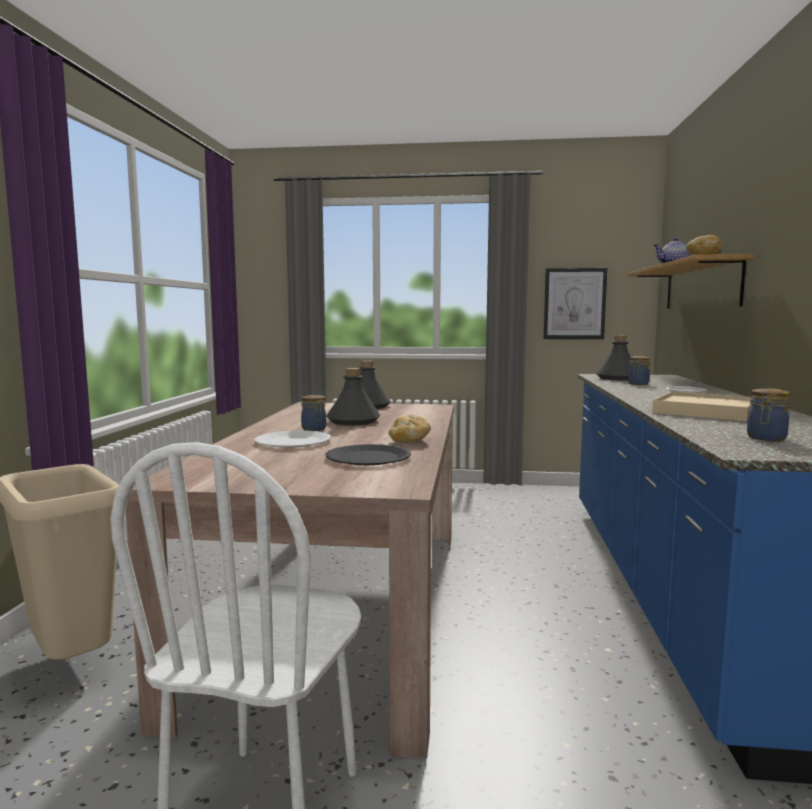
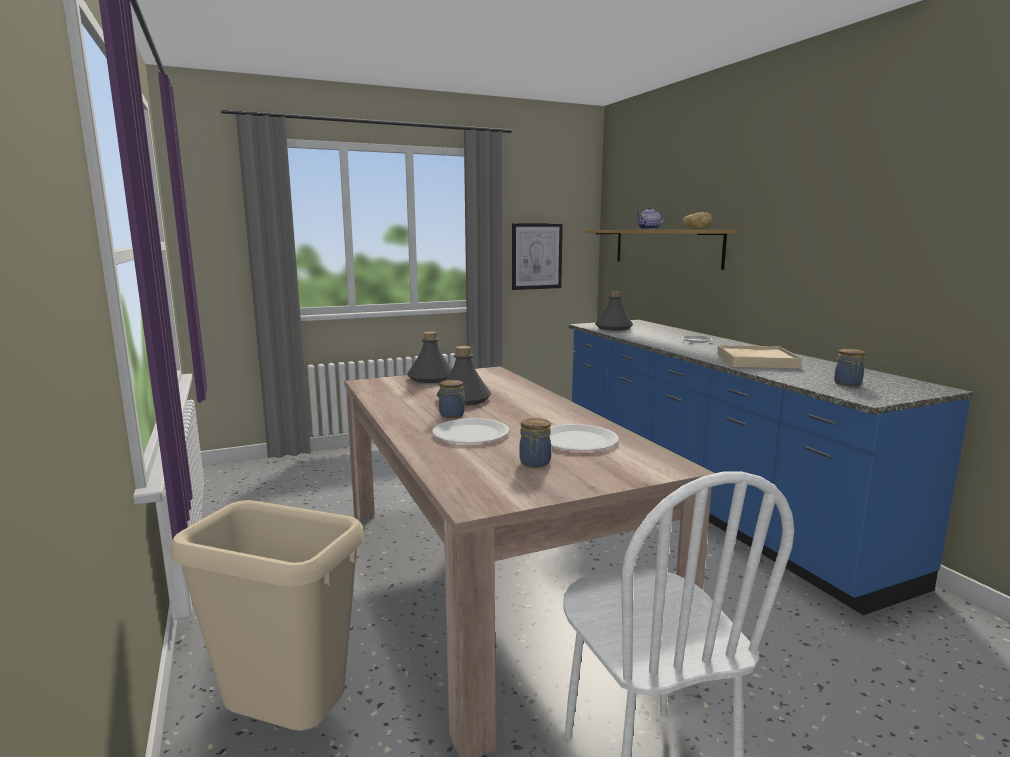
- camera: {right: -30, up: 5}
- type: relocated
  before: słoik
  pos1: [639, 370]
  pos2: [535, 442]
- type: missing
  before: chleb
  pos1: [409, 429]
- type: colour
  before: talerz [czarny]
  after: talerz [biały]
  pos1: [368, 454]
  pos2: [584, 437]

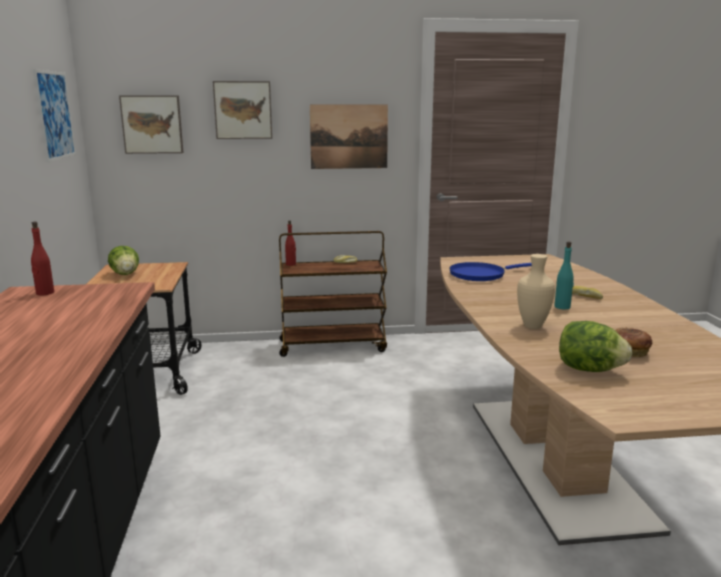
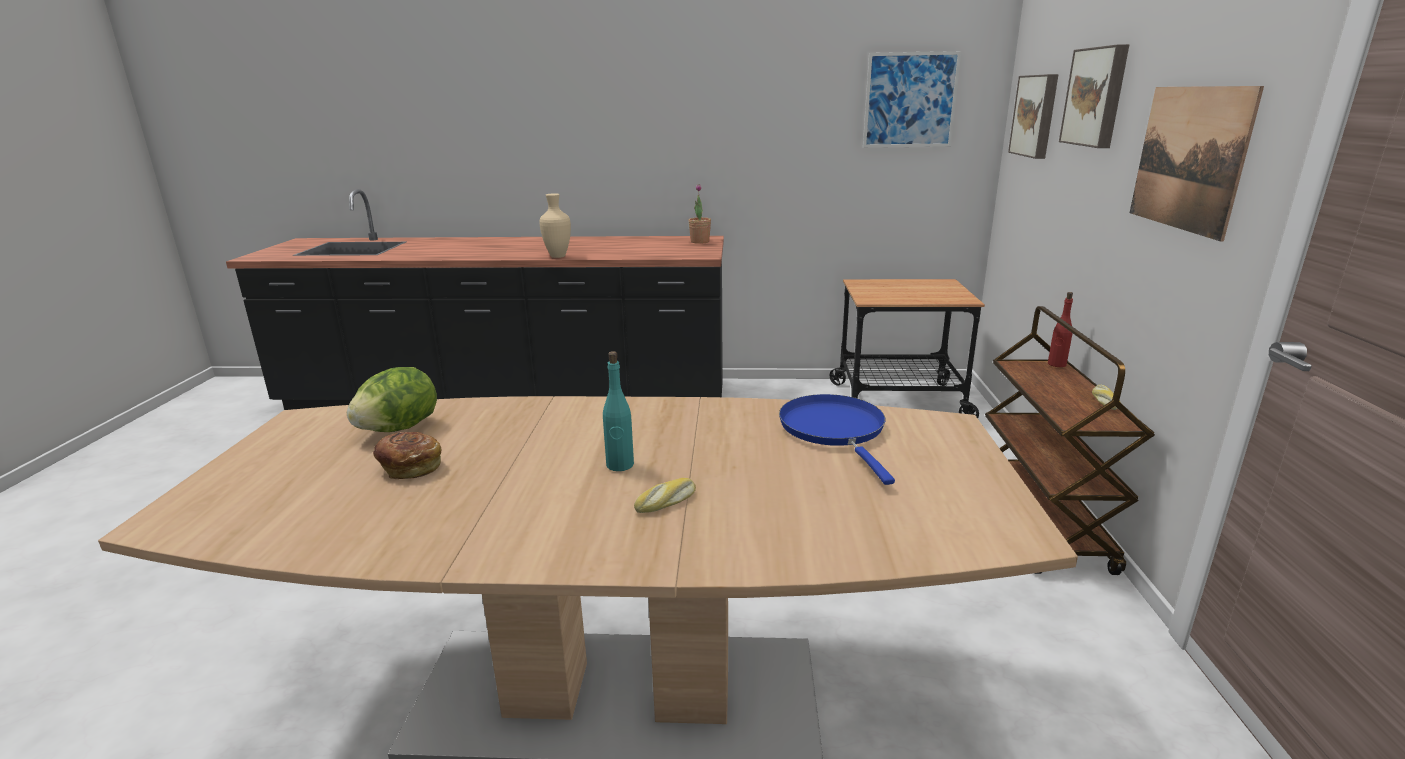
- camera: {right: 100, up: 5}
- type: exchanged
  before: butelka [czerwony]
  after: roślina doniczkowa
  pos1: [42, 259]
  pos2: [700, 214]
- type: missing
  before: sałata
  pos1: [123, 260]
- type: relocated
  before: wazon [beżowy]
  pos1: [536, 291]
  pos2: [555, 225]

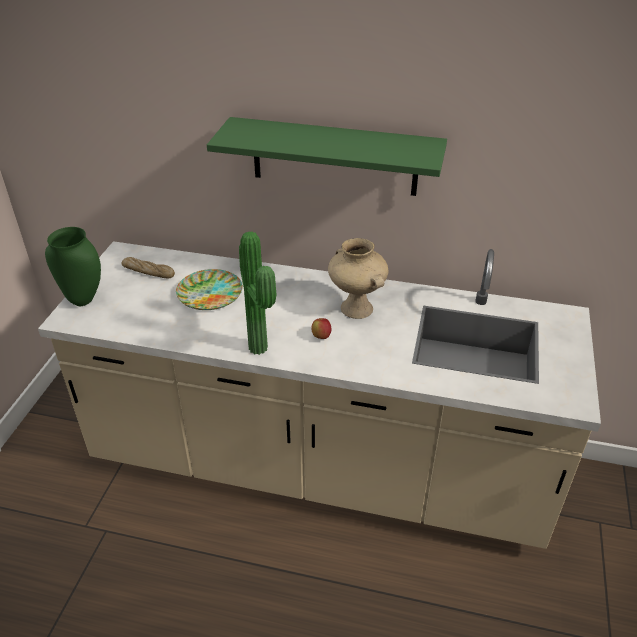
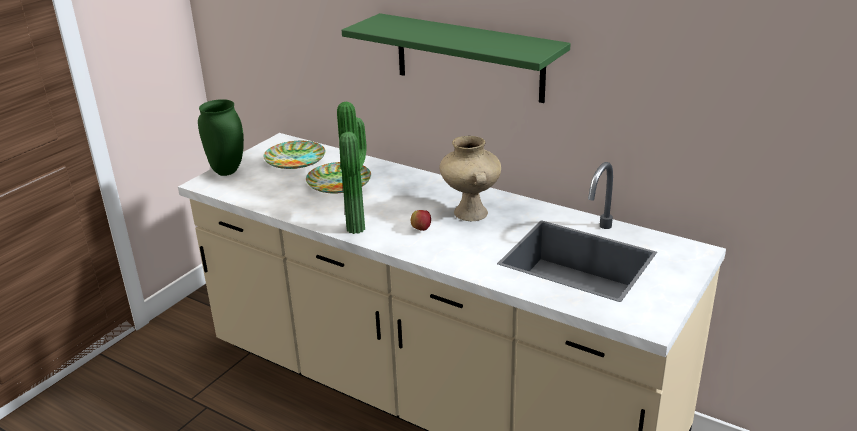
- camera: {right: 20, up: -10}
- type: exchanged
  before: chleb
  after: talerz
  pos1: [148, 267]
  pos2: [294, 155]

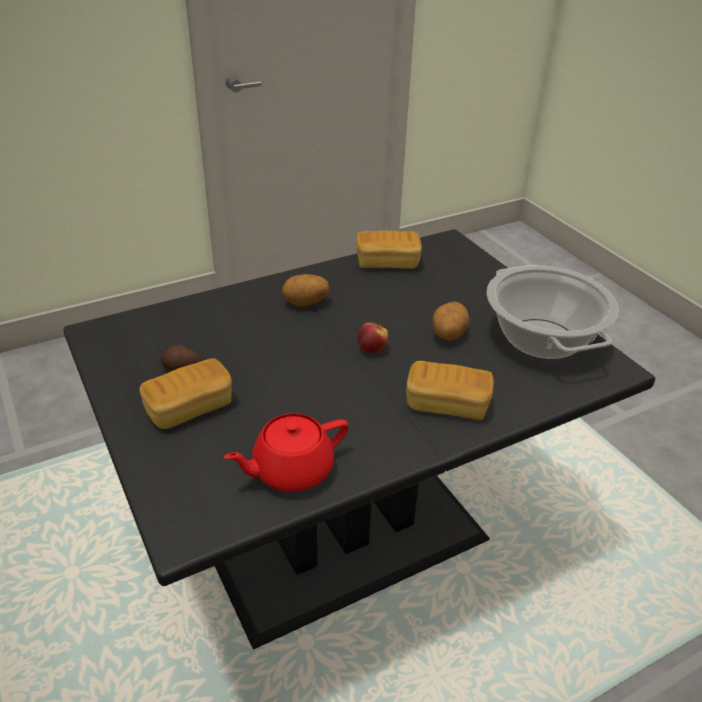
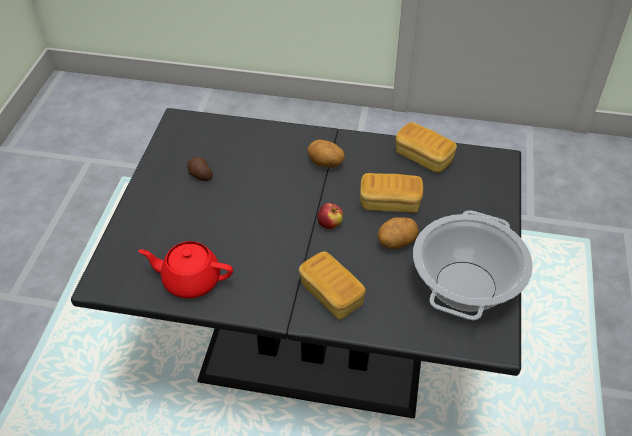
- camera: {right: 40, up: 10}
- type: relocated
  before: chleb
  pos1: [186, 393]
  pos2: [391, 193]

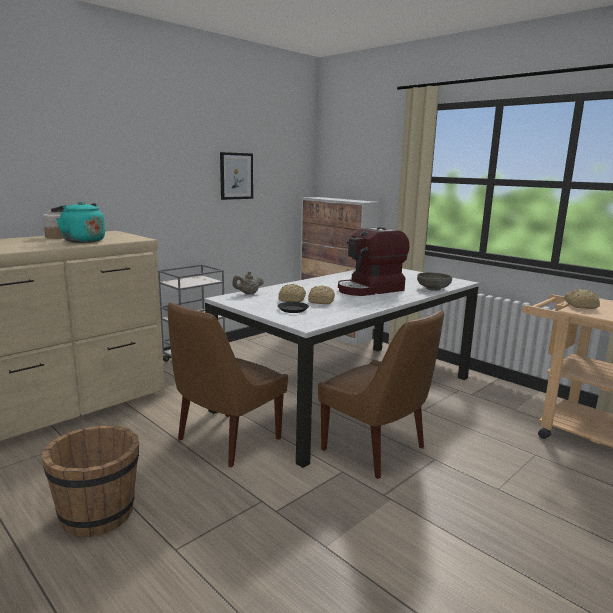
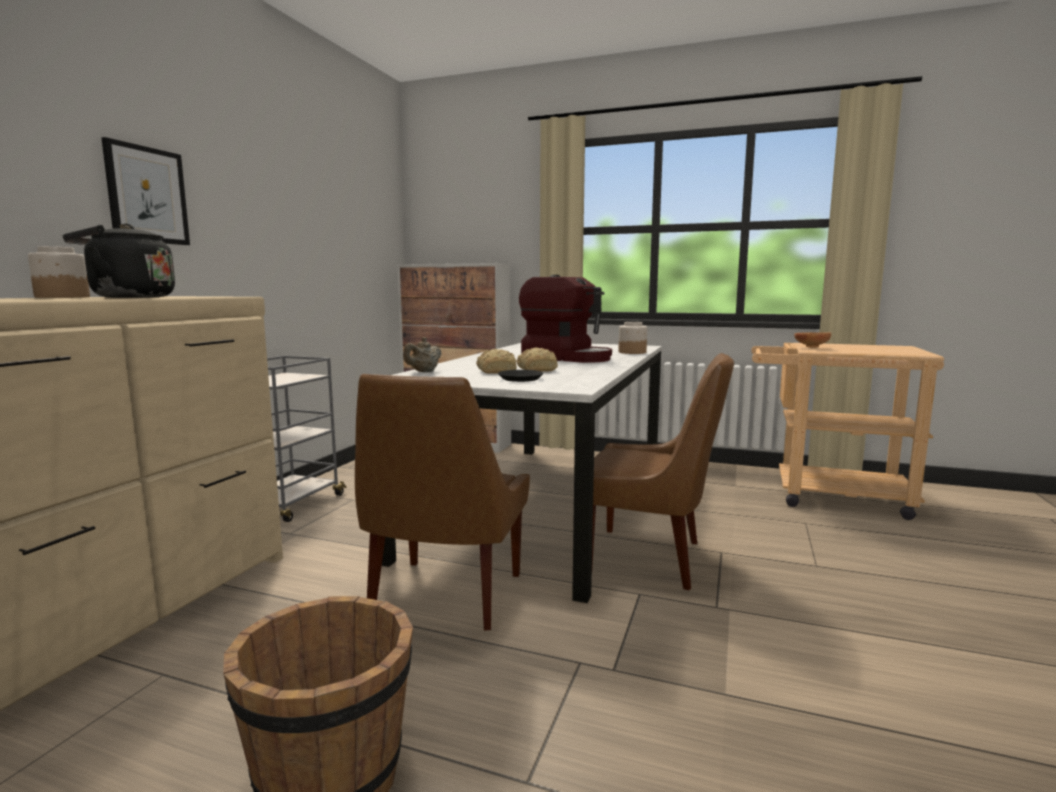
- camera: {right: -25, up: -5}
- type: relocated
  before: obraz
  pos1: [236, 176]
  pos2: [145, 191]
- type: colour
  before: czajnik [turkusowy]
  after: czajnik [czarny]
  pos1: [78, 222]
  pos2: [118, 261]
- type: spun
  before: ekspres do kawy
  pos1: [374, 261]
  pos2: [565, 319]
  turn: -90
- type: exchanged
  before: miska [szary]
  after: słoik
  pos1: [434, 281]
  pos2: [633, 338]
- type: exchanged
  before: chleb
  after: miska [brązowy]
  pos1: [582, 299]
  pos2: [812, 340]

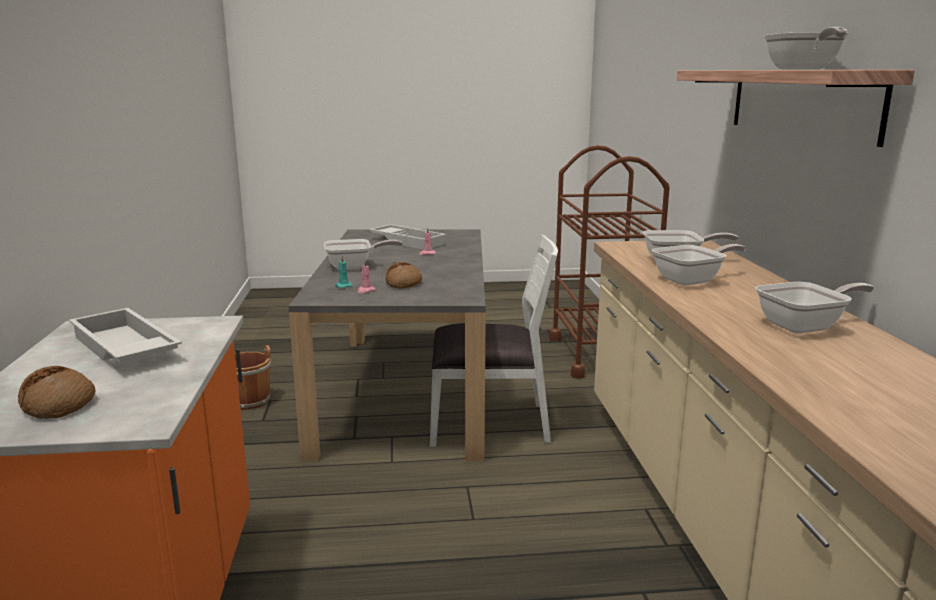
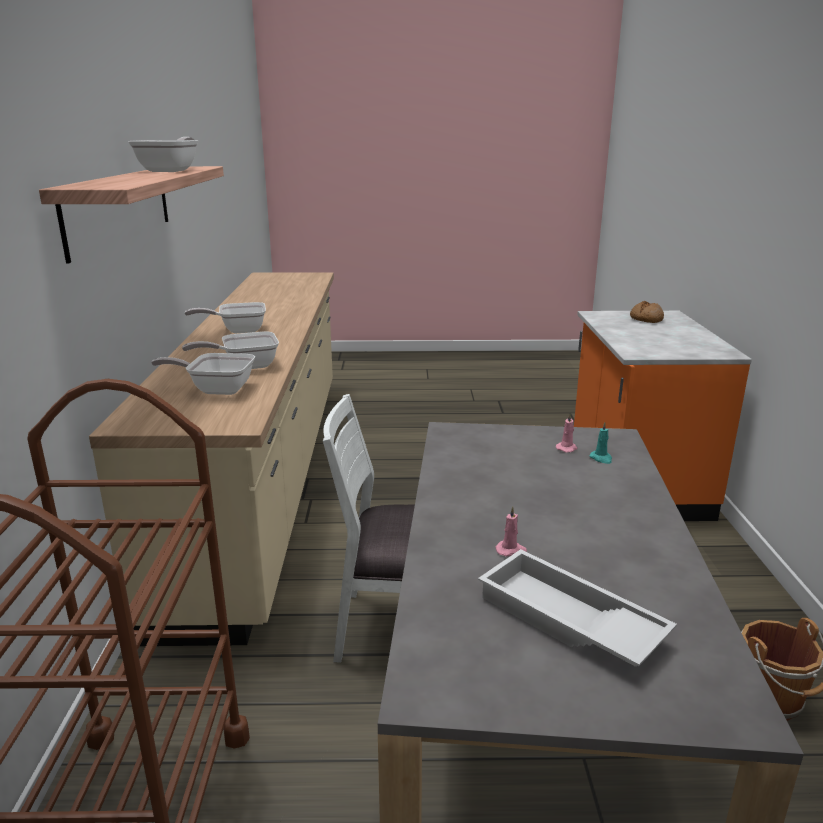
- camera: {right: -175, up: 5}
- type: missing
  before: patelnia
  pos1: [363, 254]
- type: missing
  before: chleb
  pos1: [403, 275]
- type: missing
  before: taca [biały]
  pos1: [125, 335]

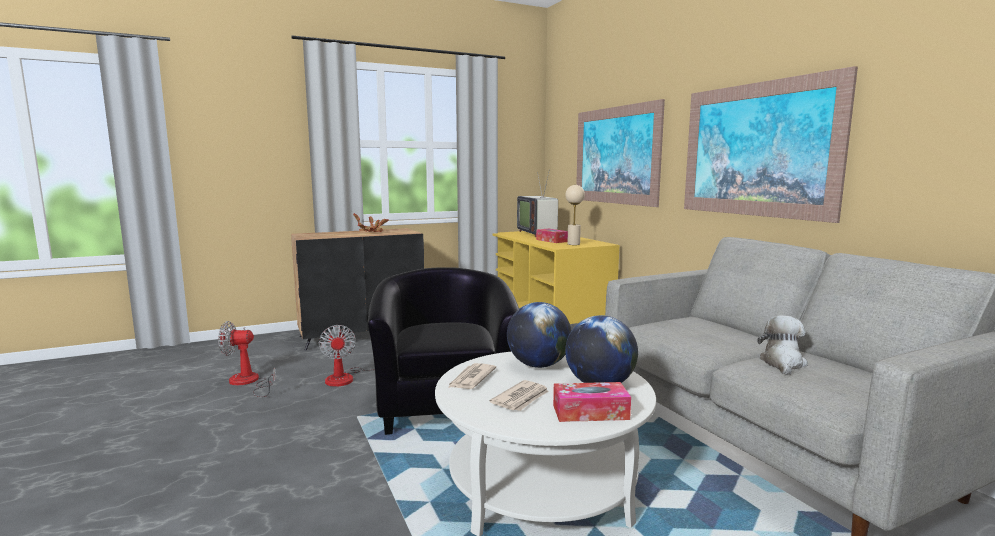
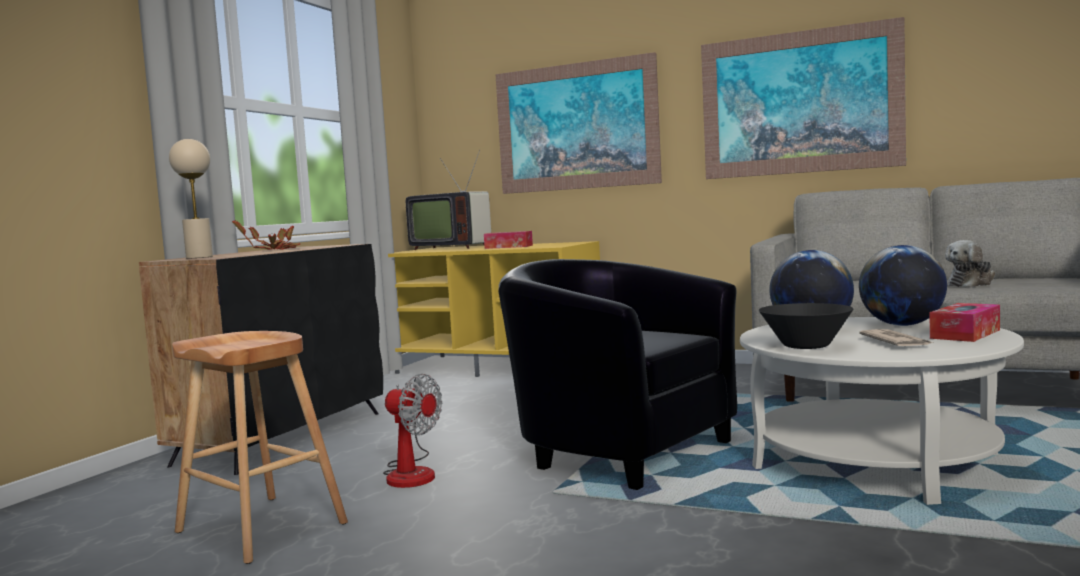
- camera: {right: -40, up: -5}
- type: relocated
  before: lampa stołowa [beżowy]
  pos1: [575, 215]
  pos2: [191, 199]
- type: spun
  before: pluszak
  pos1: [782, 345]
  pos2: [970, 263]
  turn: -105
- type: exchanged
  before: wentylator
  after: stołek [brązowy]
  pos1: [247, 359]
  pos2: [260, 447]
- type: exchanged
  before: gazeta
  after: miska [czarny]
  pos1: [472, 376]
  pos2: [806, 326]

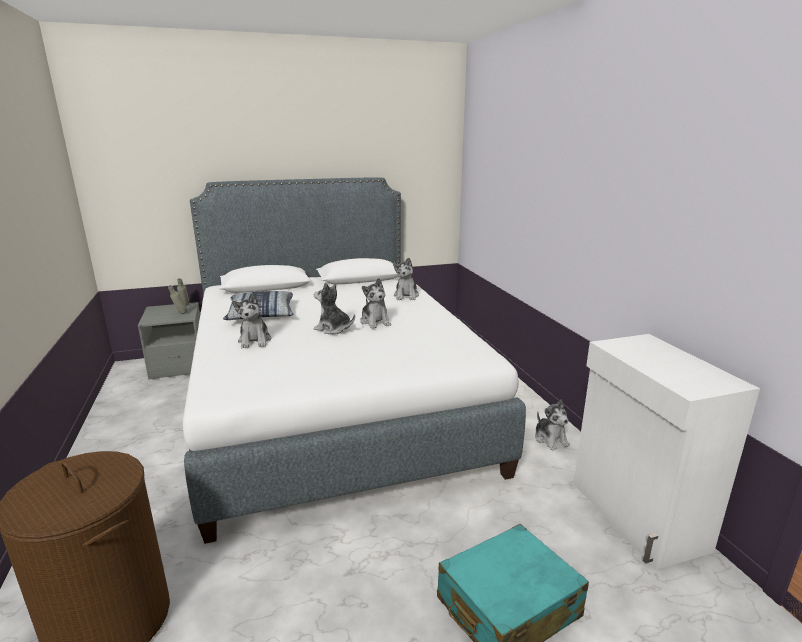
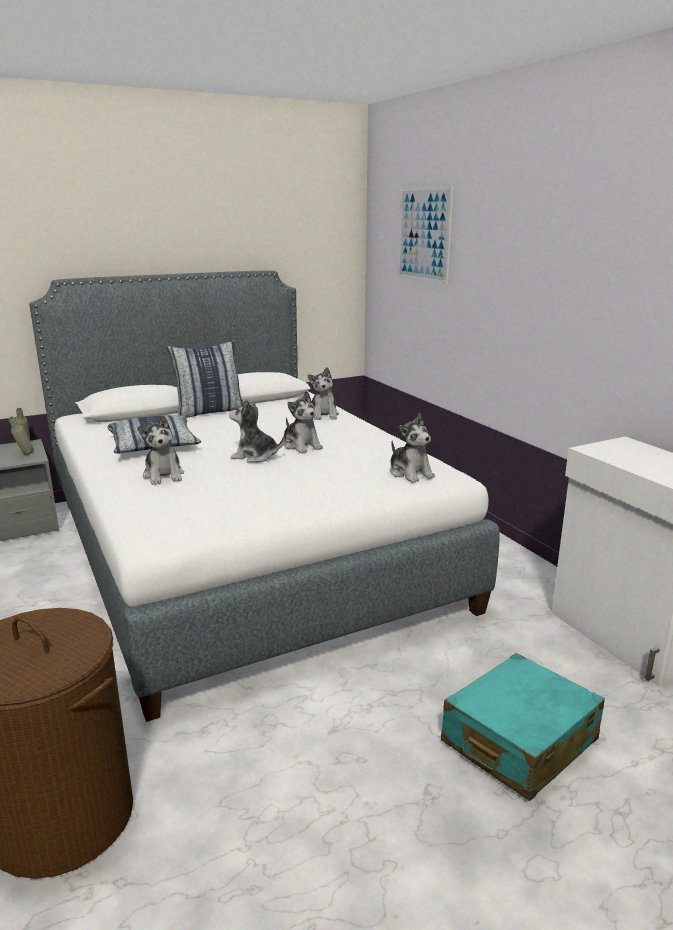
- camera: {right: -10, up: 0}
- type: relocated
  before: pluszak
  pos1: [552, 425]
  pos2: [412, 448]
- type: appeared
  after: obraz
  pos2: [425, 235]
- type: appeared
  after: poduszka
  pos2: [205, 379]

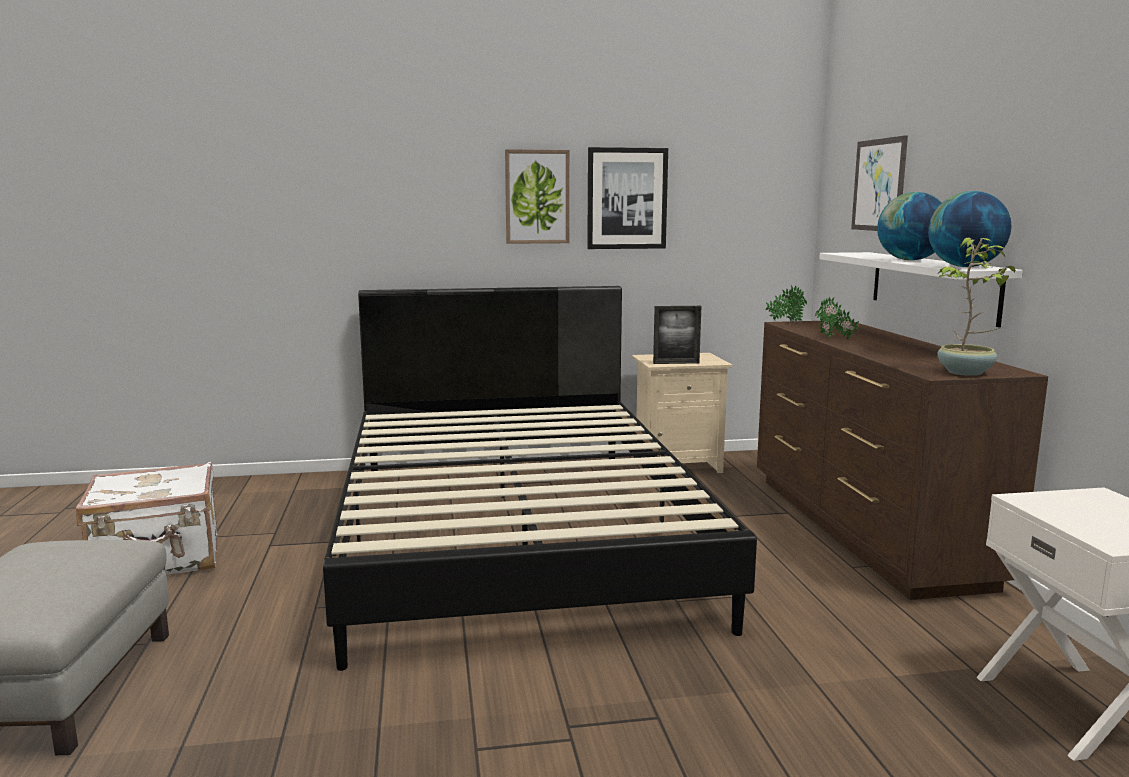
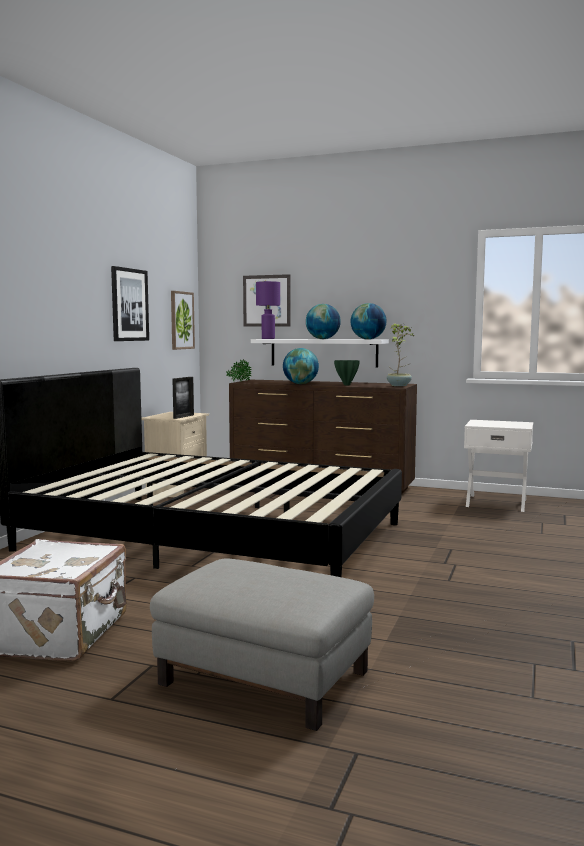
- camera: {right: -60, up: -5}
- type: relocated
  before: obraz
  pos1: [537, 196]
  pos2: [183, 320]
- type: exchanged
  before: roślina doniczkowa
  after: globus
  pos1: [837, 317]
  pos2: [301, 366]
- type: appeared
  after: lampa stołowa [fioletowy]
  pos2: [268, 310]
- type: appeared
  after: wazon [zielony]
  pos2: [347, 372]

